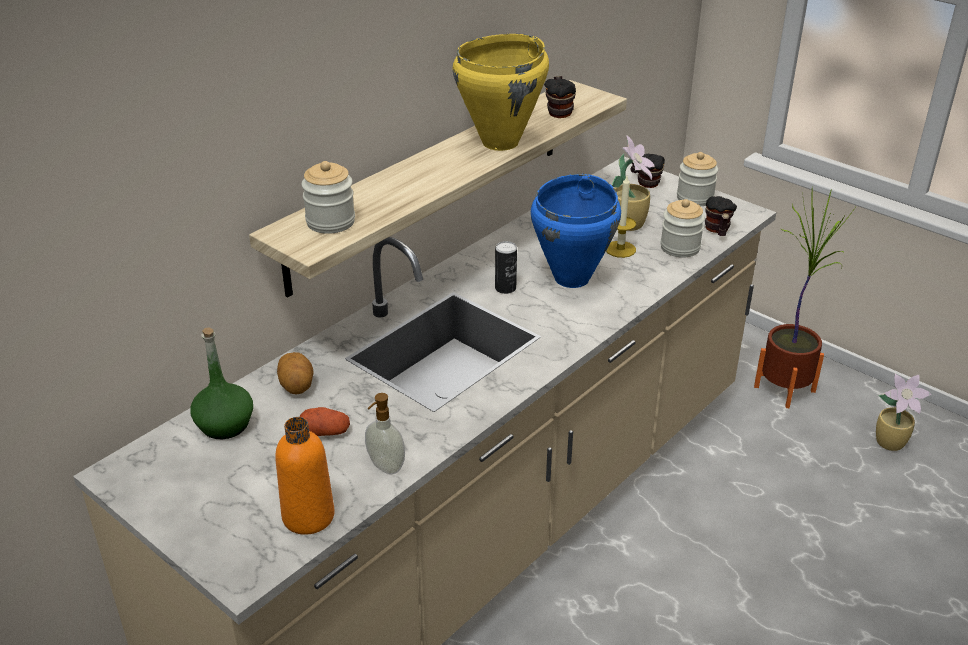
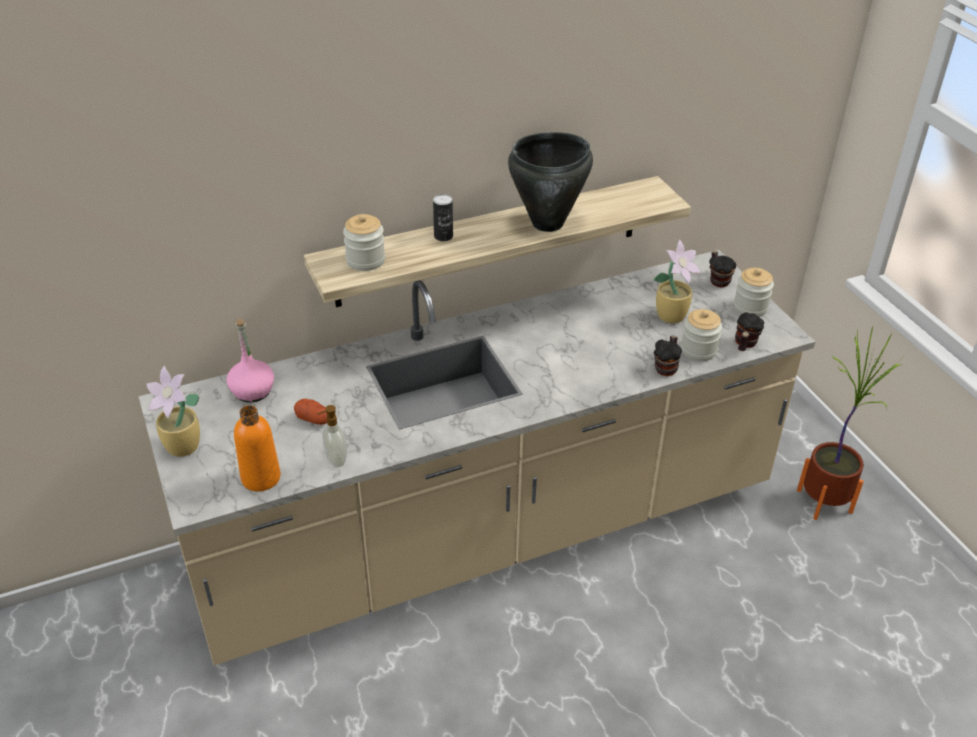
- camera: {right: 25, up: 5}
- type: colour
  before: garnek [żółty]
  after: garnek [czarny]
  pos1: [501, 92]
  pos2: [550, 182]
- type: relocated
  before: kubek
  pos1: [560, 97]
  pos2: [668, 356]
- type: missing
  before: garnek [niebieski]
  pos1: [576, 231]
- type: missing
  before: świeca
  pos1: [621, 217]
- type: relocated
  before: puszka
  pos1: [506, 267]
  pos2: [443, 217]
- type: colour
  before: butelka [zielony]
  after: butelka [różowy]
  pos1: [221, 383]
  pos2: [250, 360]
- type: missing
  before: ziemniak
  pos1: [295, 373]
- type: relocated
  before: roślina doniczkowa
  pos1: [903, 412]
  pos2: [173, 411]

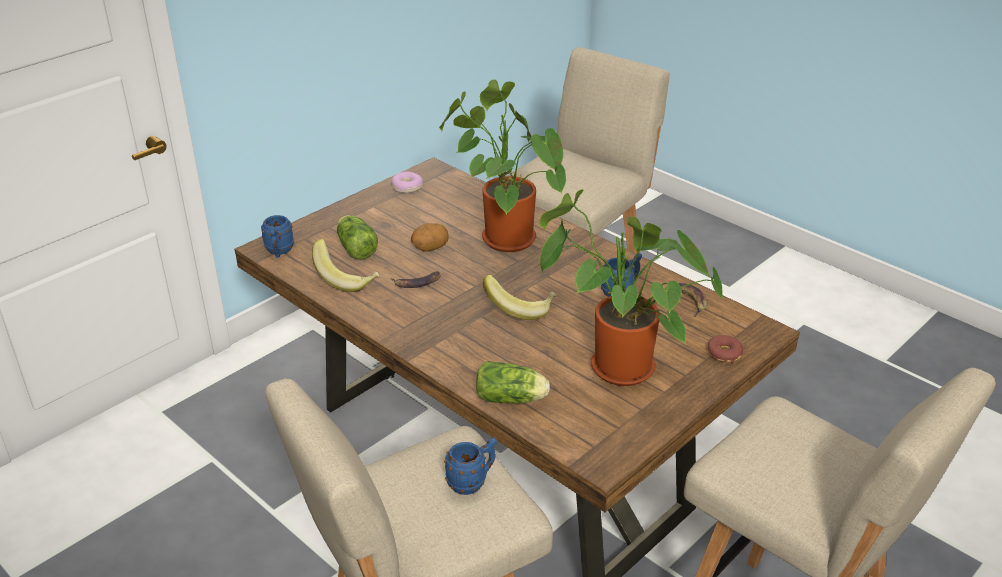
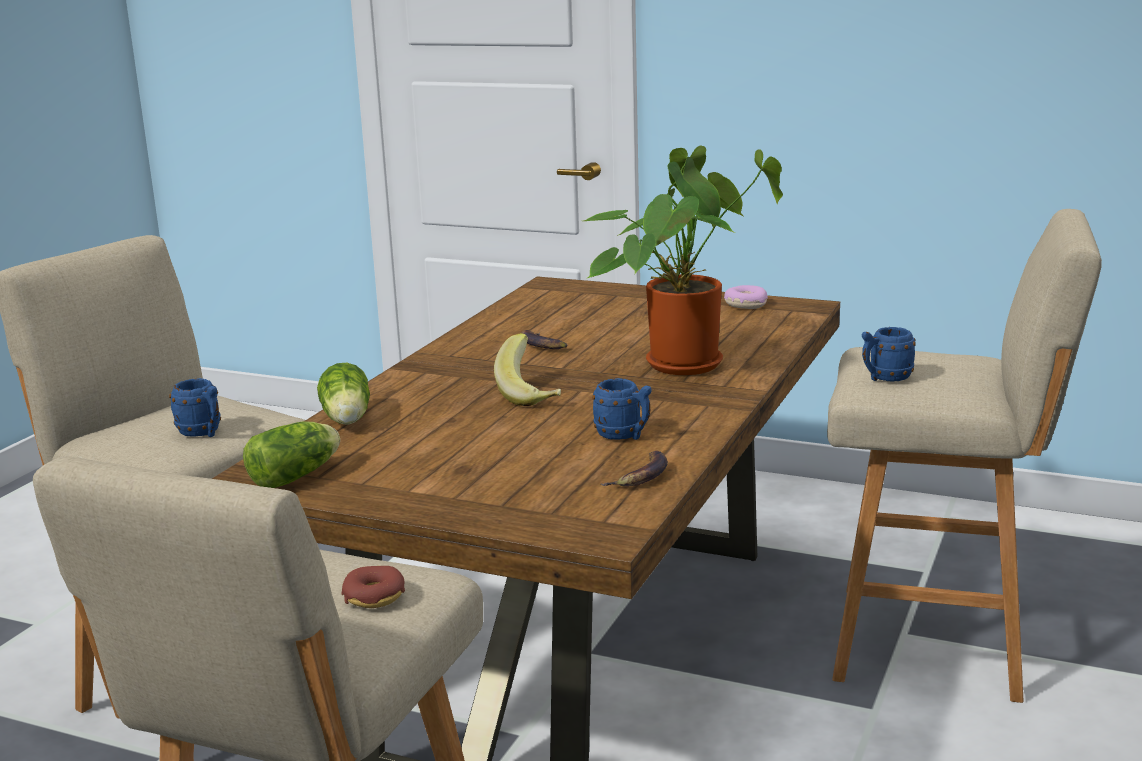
- camera: {right: 70, up: -15}
- type: missing
  before: roślina doniczkowa
  pos1: [631, 287]
- type: relocated
  before: kubek [niebieski]
  pos1: [277, 236]
  pos2: [889, 354]
- type: relocated
  before: sałata
  pos1: [357, 237]
  pos2: [291, 455]
- type: missing
  before: ziemniak
  pos1: [430, 237]
- type: missing
  before: banan
  pos1: [346, 265]
- type: relocated
  before: donut
  pos1: [725, 349]
  pos2: [373, 587]

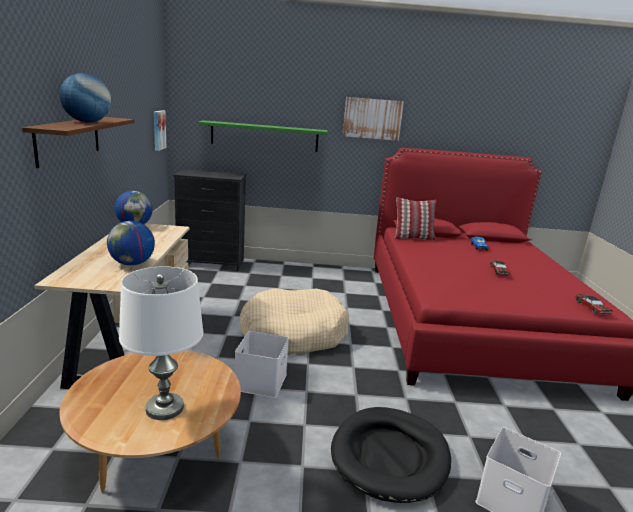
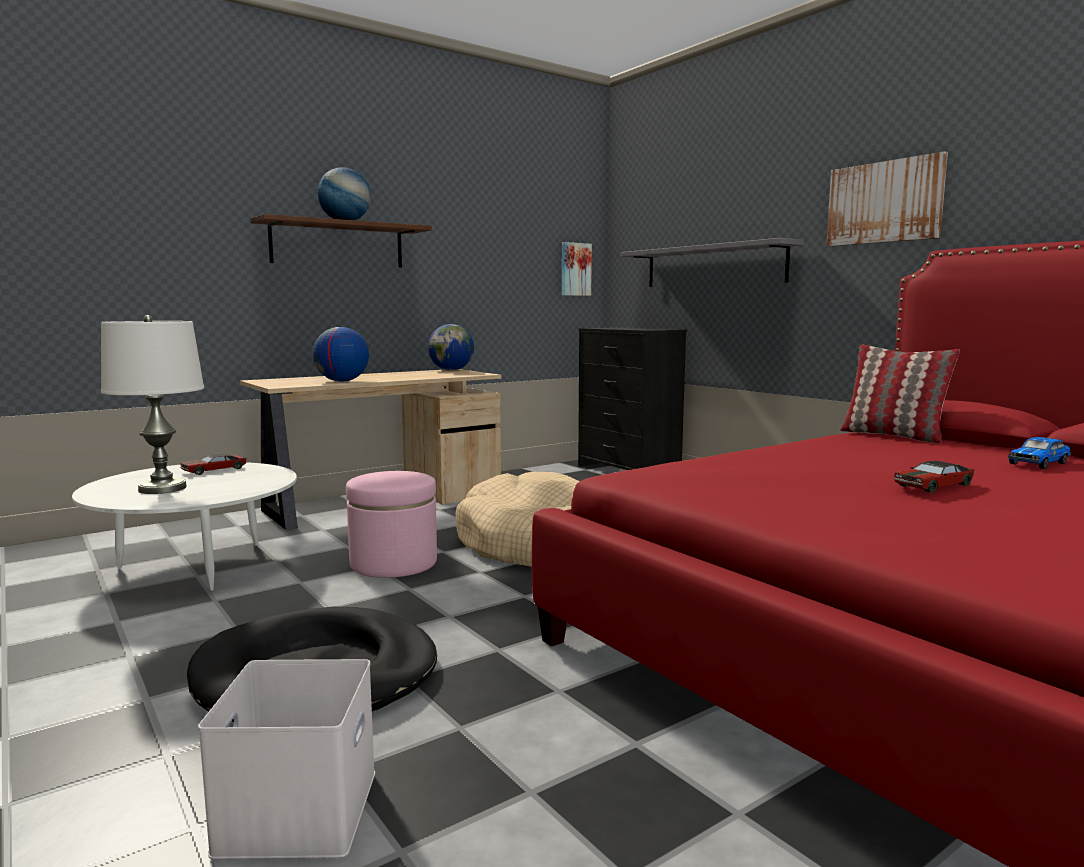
- camera: {right: 55, up: -10}
- type: colour
  before: półka [zielony]
  after: półka [szary]
  pos1: [262, 136]
  pos2: [712, 262]
- type: relocated
  before: samochodzik
  pos1: [594, 304]
  pos2: [213, 464]
- type: exchanged
  before: pojemnik do przechowywania [biały]
  after: pufa [różowy]
  pos1: [262, 364]
  pos2: [391, 524]
- type: colour
  before: ława [brązowy]
  after: ława [biały]
  pos1: [150, 421]
  pos2: [184, 526]

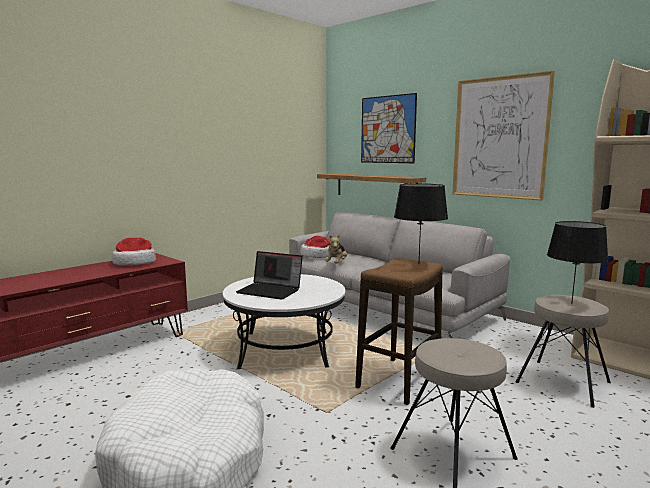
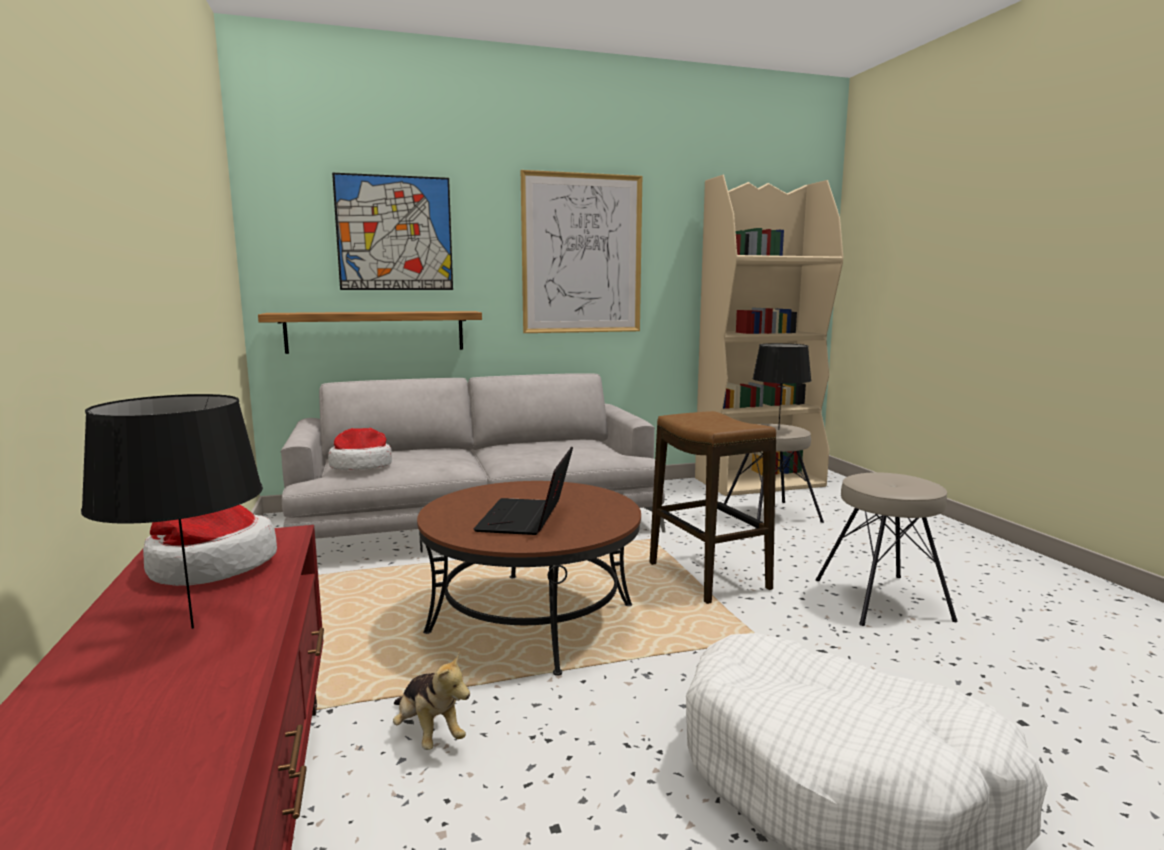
- camera: {right: -60, up: 0}
- type: relocated
  before: lampa stołowa [czarny]
  pos1: [421, 221]
  pos2: [172, 511]
- type: relocated
  before: pluszak
  pos1: [336, 248]
  pos2: [431, 701]
- type: spun
  before: laptop
  pos1: [269, 275]
  pos2: [523, 490]
  turn: 135
- type: colour
  before: ława [biały]
  after: ława [brązowy]
  pos1: [284, 321]
  pos2: [529, 578]

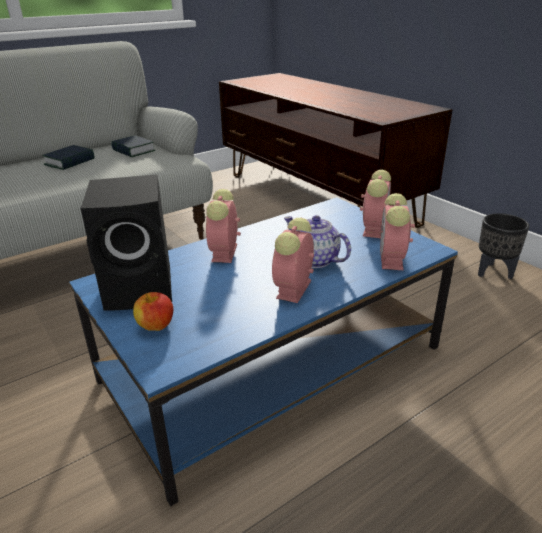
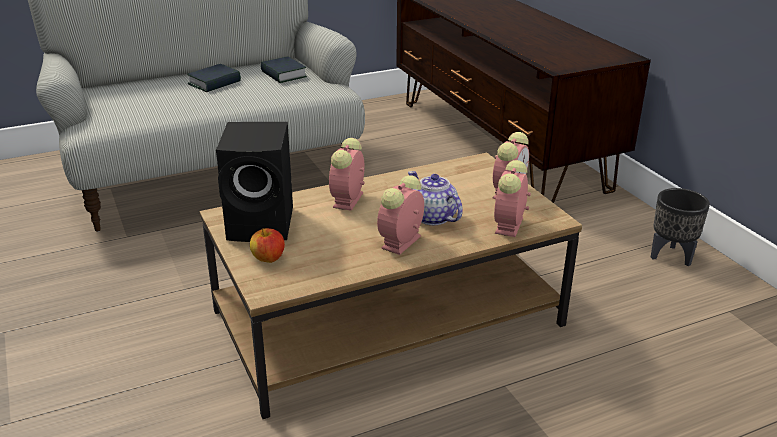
- camera: {right: 10, up: 0}
- type: colour
  before: ława [niebieski]
  after: ława [brązowy]
  pos1: [263, 351]
  pos2: [391, 286]

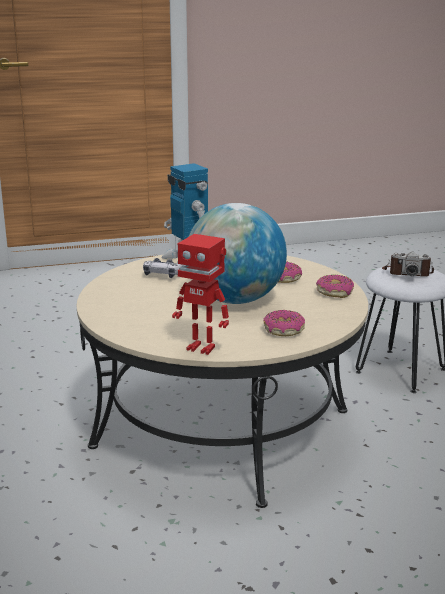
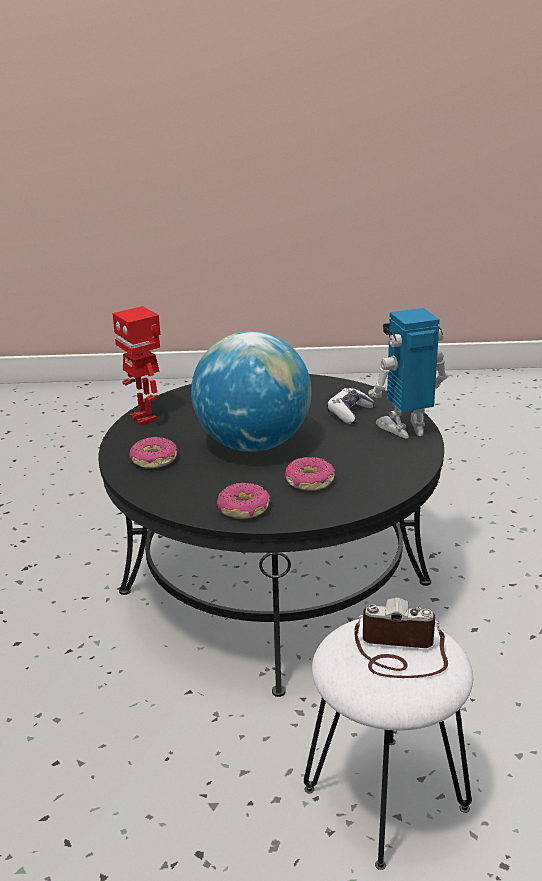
- camera: {right: 105, up: 5}
- type: spun
  before: robot zabawkowy
  pos1: [200, 294]
  pos2: [136, 365]
  turn: -75
- type: spun
  before: aparat fotograficzny
  pos1: [408, 264]
  pos2: [401, 638]
  turn: 75
- type: colour
  before: ława [beżowy]
  after: ława [czarny]
  pos1: [222, 381]
  pos2: [271, 535]

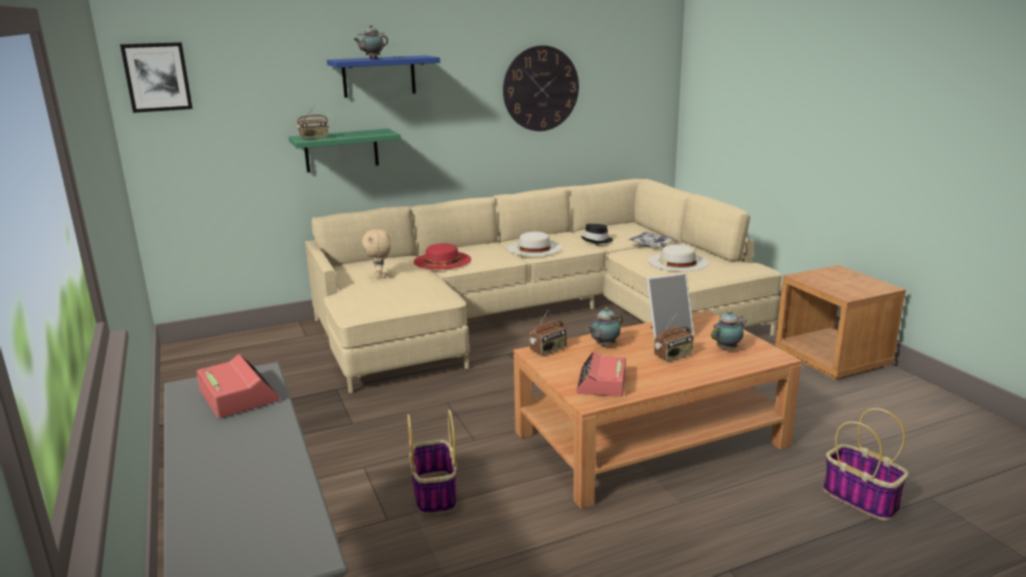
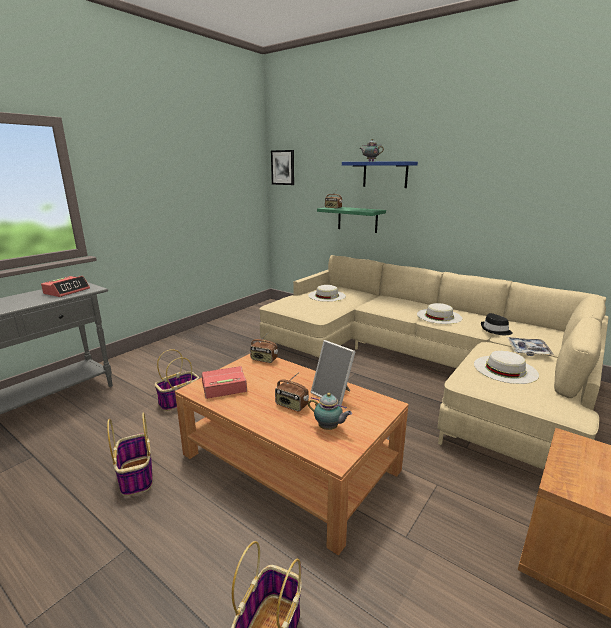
- camera: {right: 60, up: 0}
- type: missing
  before: zegar ścienny
  pos1: [541, 88]
- type: exchanged
  before: pluszak [beżowy]
  after: kapelusz [biały]
  pos1: [376, 254]
  pos2: [327, 293]
- type: missing
  before: kapelusz [czerwony]
  pos1: [442, 256]
- type: missing
  before: imbryk
  pos1: [605, 327]
- type: appeared
  after: koszyk
  pos2: [130, 454]

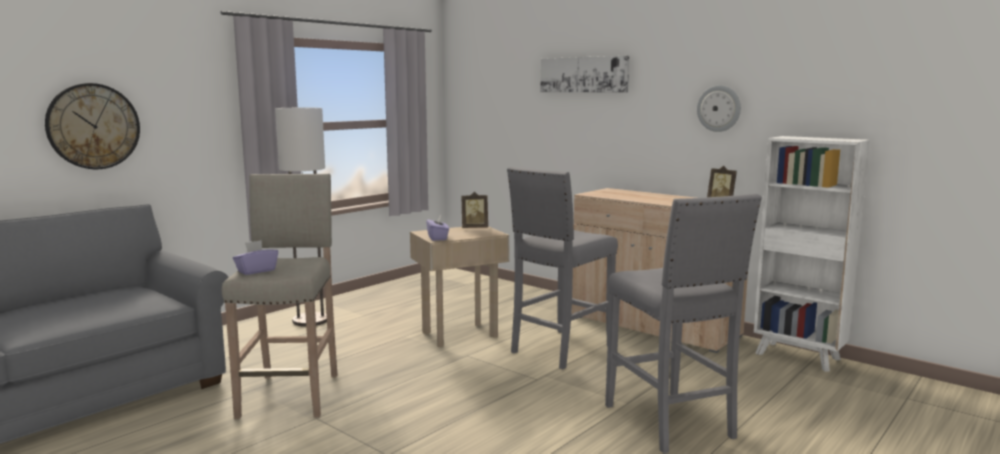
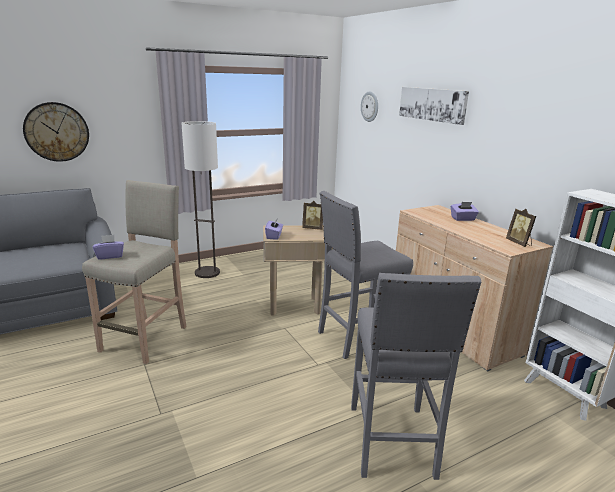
- camera: {right: 20, up: 10}
- type: relocated
  before: zegar ścienny
  pos1: [719, 108]
  pos2: [369, 106]
- type: appeared
  after: pudełko chusteczek [fioletowy]
  pos2: [465, 211]

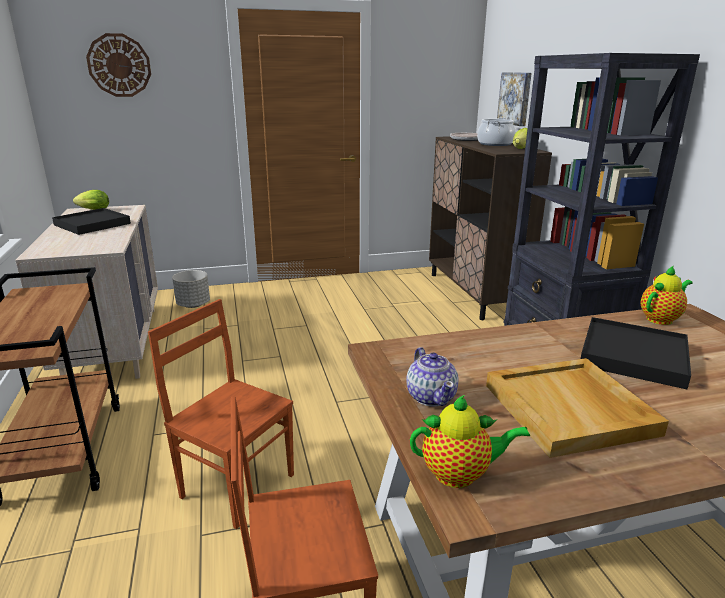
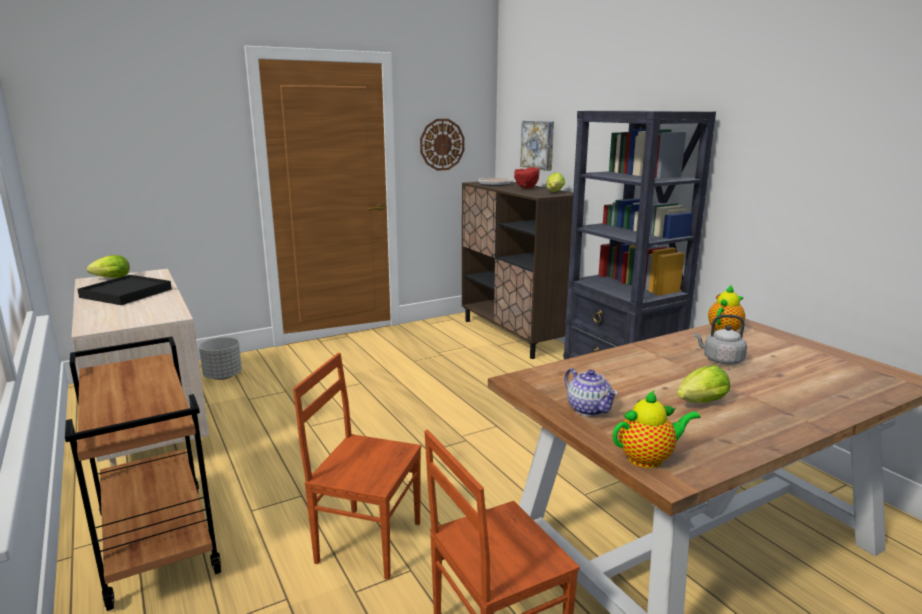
- camera: {right: -15, up: -5}
- type: relocated
  before: zegar ścienny
  pos1: [118, 65]
  pos2: [442, 145]
- type: exchanged
  before: garnek
  after: miska [czerwony]
  pos1: [496, 132]
  pos2: [527, 177]
- type: exchanged
  before: taca [czarny]
  after: czajnik [szary]
  pos1: [636, 353]
  pos2: [720, 340]
- type: exchanged
  before: taca [beżowy]
  after: sałata
  pos1: [577, 408]
  pos2: [703, 384]

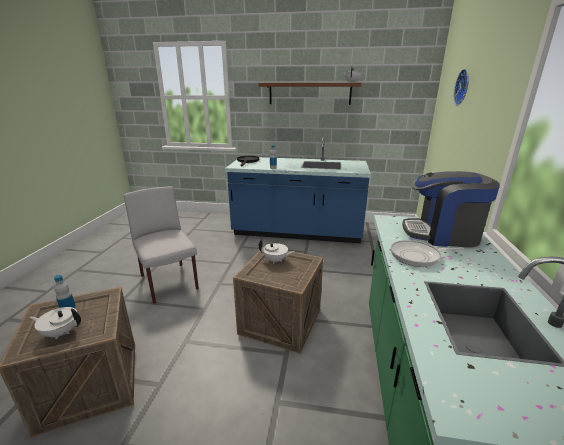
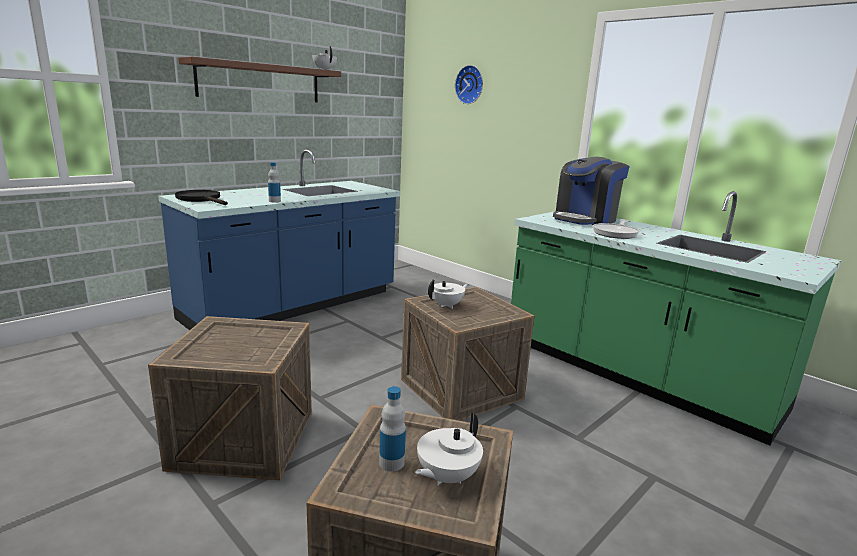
- camera: {right: -55, up: -5}
- type: exchanged
  before: krzesło [szary]
  after: skrzynka
  pos1: [161, 245]
  pos2: [230, 398]

